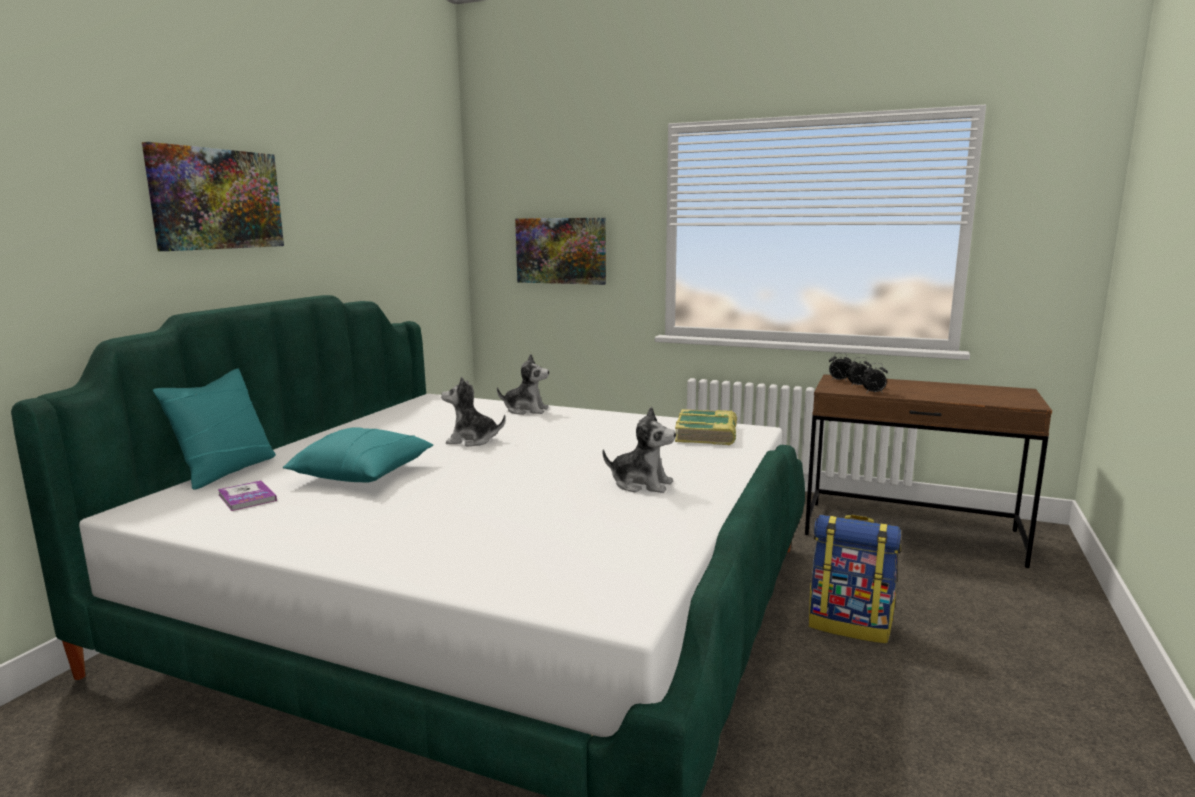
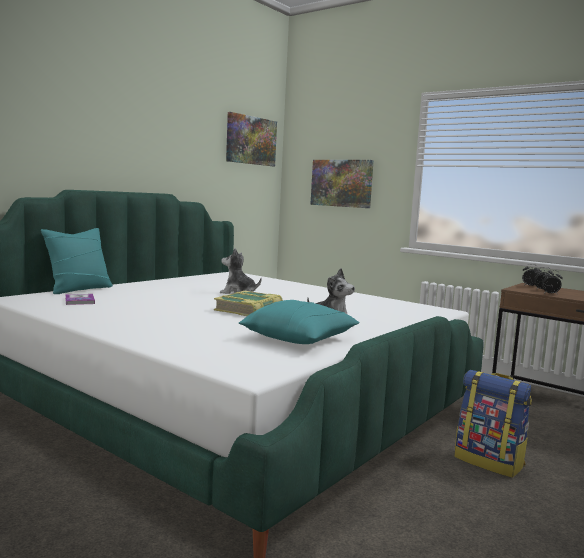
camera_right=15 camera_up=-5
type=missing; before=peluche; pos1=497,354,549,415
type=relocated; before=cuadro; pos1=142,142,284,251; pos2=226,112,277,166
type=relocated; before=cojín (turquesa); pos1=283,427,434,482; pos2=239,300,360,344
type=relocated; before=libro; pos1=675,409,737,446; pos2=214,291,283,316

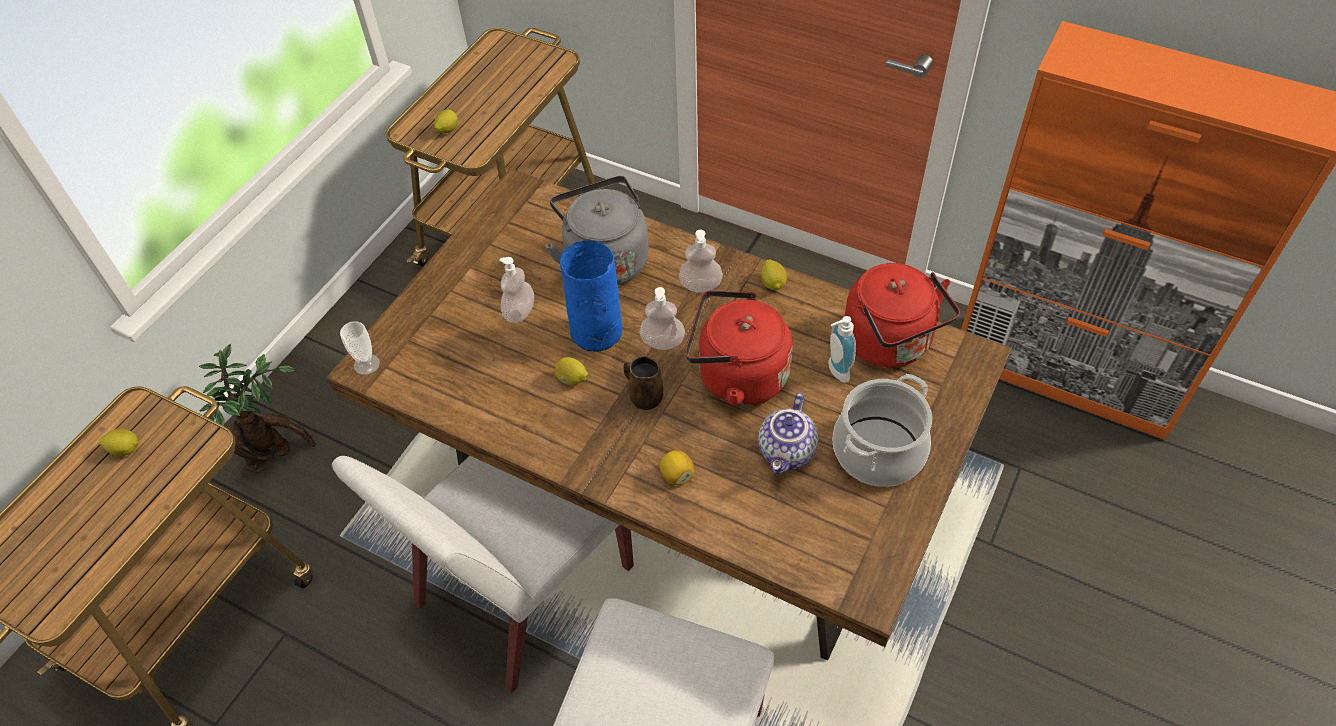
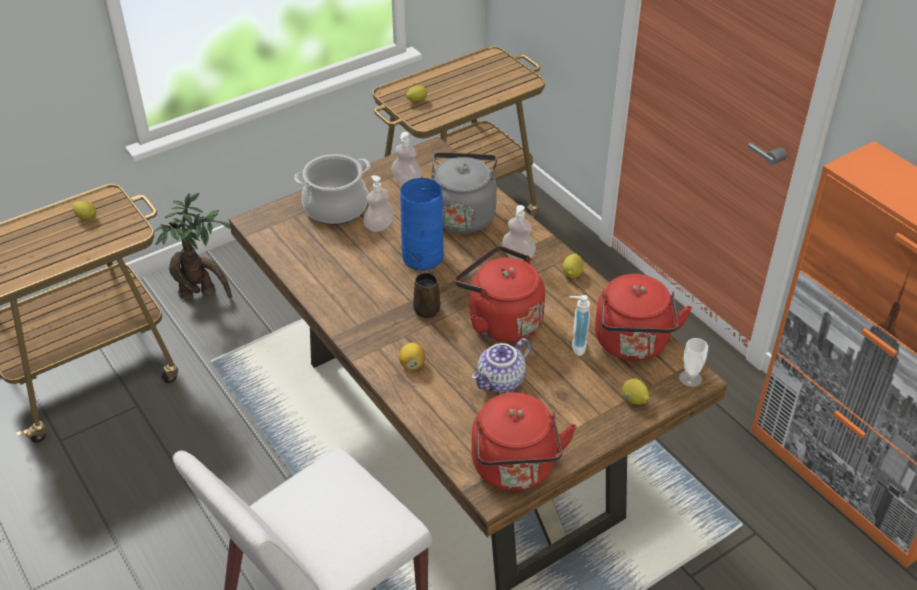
camera_right=25 camera_up=-10
type=missing; before=silla (blanco); pos1=332,456,634,693
type=appeared; after=hervidor (rojo); pos2=471,392,577,491
type=relocated; before=taza; pos1=340,321,380,375; pos2=679,338,708,387
type=relocated; before=limón; pos1=555,357,588,385; pos2=622,379,649,404
type=relocated; before=dispensador de jabón; pos1=640,287,685,350; pos2=392,132,422,184
type=relocated; before=olla; pos1=832,374,932,487; pos2=294,154,371,225

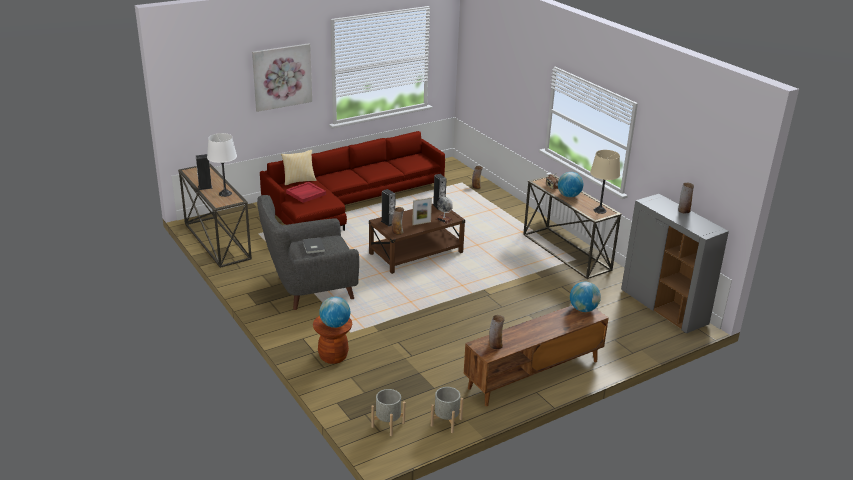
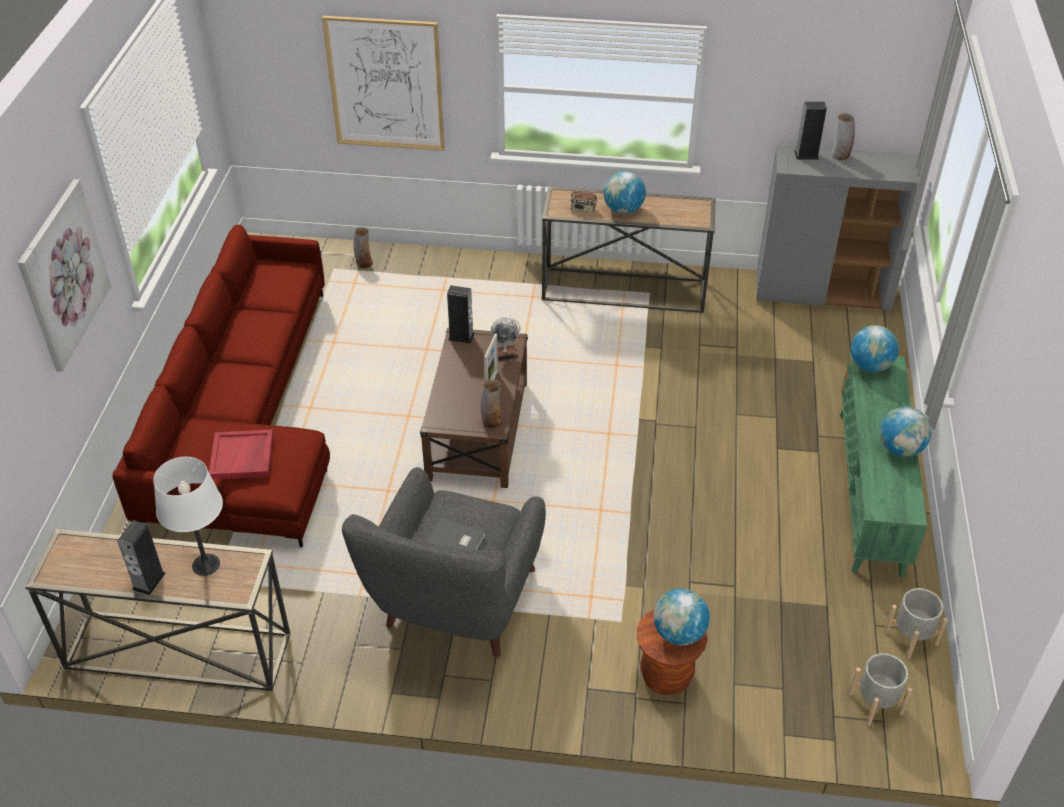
camera_right=-50 camera_up=15
type=missing; before=cojín; pos1=281,150,317,185
type=missing; before=florero; pos1=489,315,505,349
type=missing; before=lámpara de mesa (beis); pos1=590,150,620,214
type=appeared; after=cuadro; pos2=322,16,445,151
type=appeared; after=globo terráqueo; pos2=879,407,931,457
type=relocated; before=altavoz; pos1=381,189,396,226; pos2=794,102,827,159
type=colour; before=mueble de televisión (marrón); after=mueble de televisión (verde); pos1=464,305,609,406; pos2=840,352,927,577

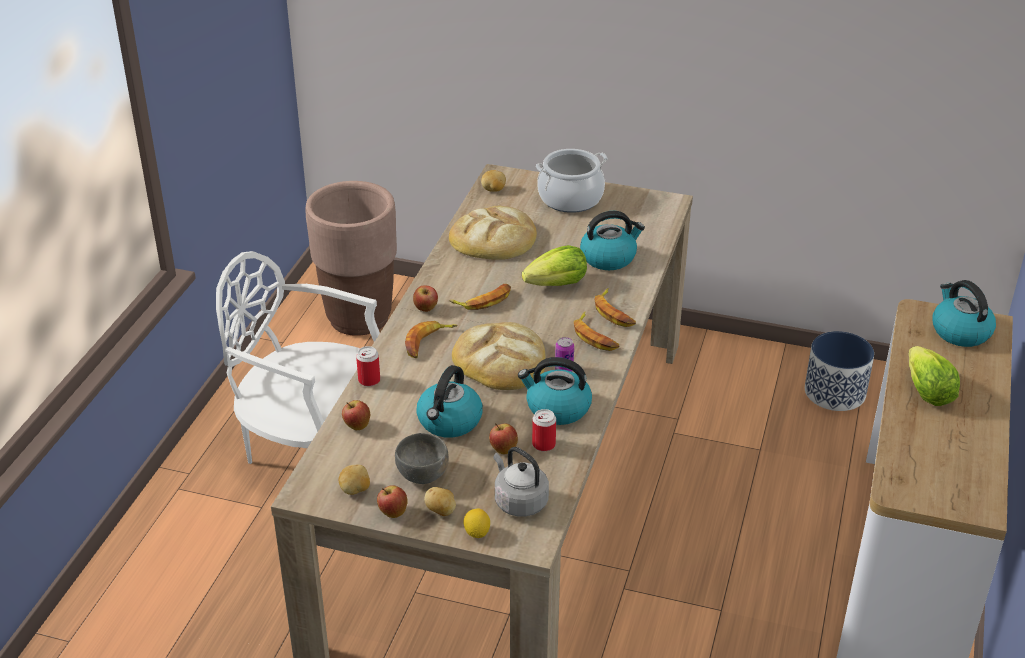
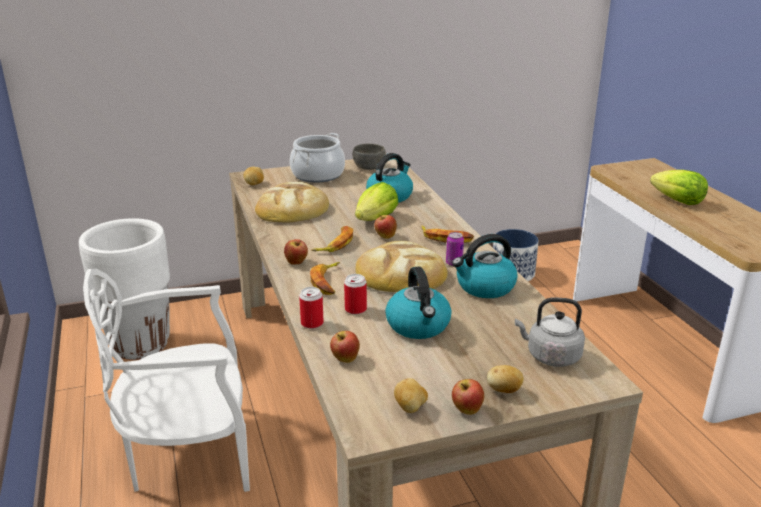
camera_right=-35 camera_up=-10
type=missing; before=limón; pos1=464,509,490,538
type=missing; before=plátano; pos1=595,288,636,327
type=missing; before=hervidor; pos1=933,280,996,347
type=relocated; before=cuenco (gris); pos1=395,433,449,484; pos2=353,144,386,170
type=relocated; before=manzana; pos1=489,423,518,454; pos2=374,214,397,239
type=relocated; before=lata; pos1=532,409,556,451; pos2=344,274,367,314
type=colour; before=maceta (marrón); after=maceta (blanco); pos1=305,181,397,336; pos2=79,218,170,360

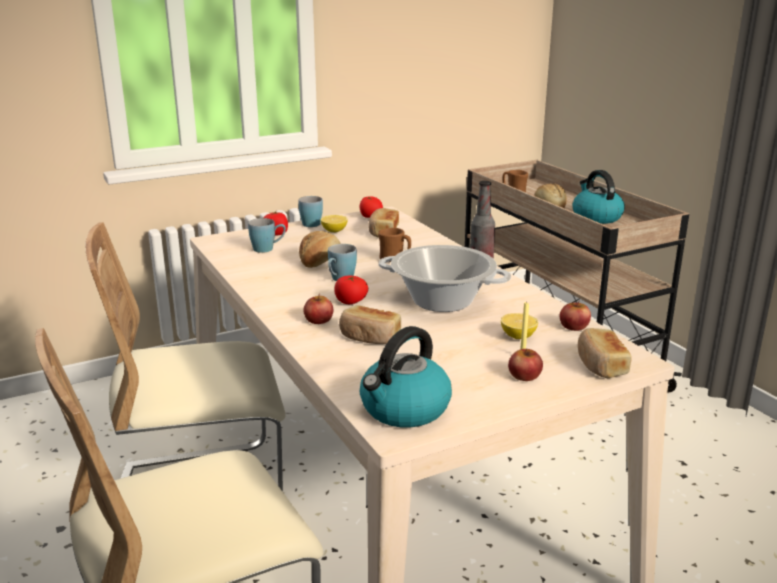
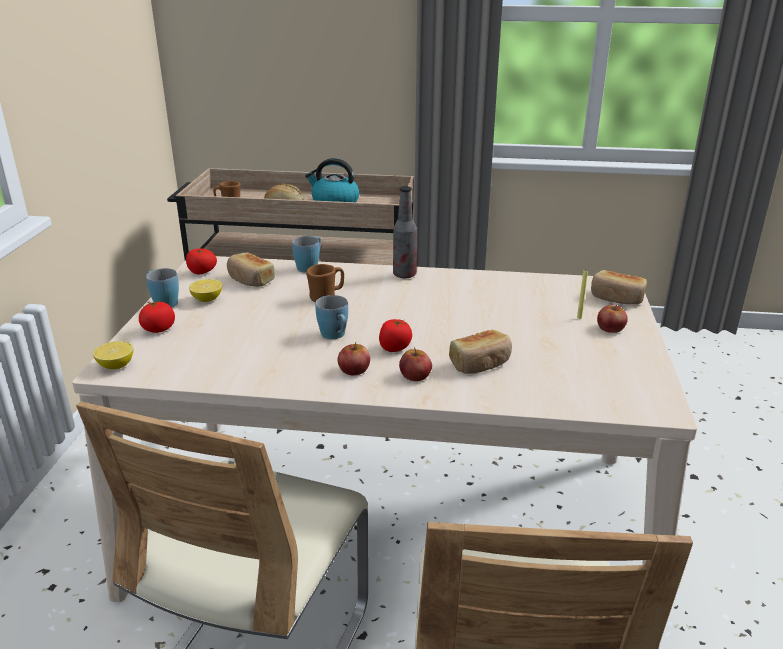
camera_right=-55 camera_up=5
type=missing; before=pan; pos1=299,231,341,268
type=missing; before=hervidor; pos1=360,326,452,428
type=missing; before=olla; pos1=379,245,511,312
type=relocated; before=taza grande (azul); pos1=248,218,286,253; pos2=292,236,321,272
type=relocated; before=limón; pos1=501,313,538,339; pos2=93,341,133,369
type=relocated; before=manzana; pos1=560,301,591,331; pos2=338,343,370,375

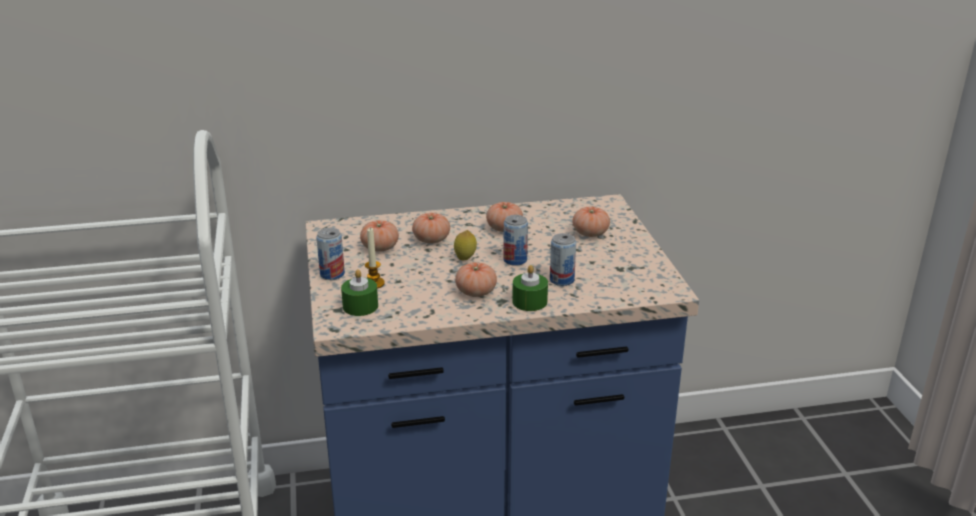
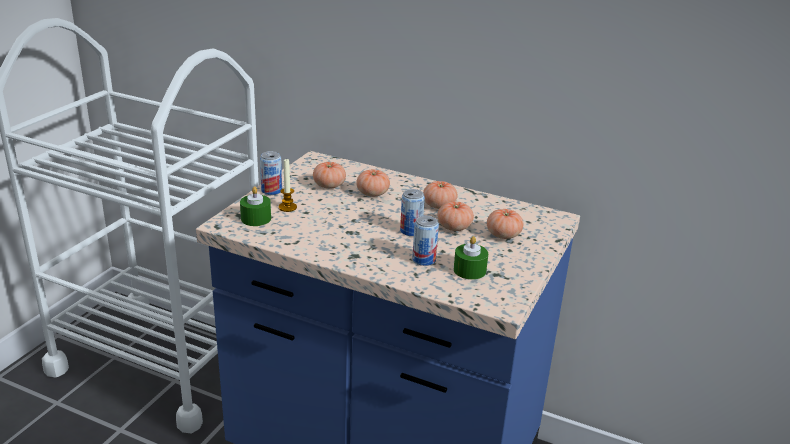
camera_right=35 camera_up=0
type=missing; before=limón; pos1=454,230,477,261
type=relocated; before=tomate; pos1=455,262,497,297; pos2=438,201,474,231
type=relocated; before=vela (verde); pos1=512,265,548,311; pos2=454,236,488,280

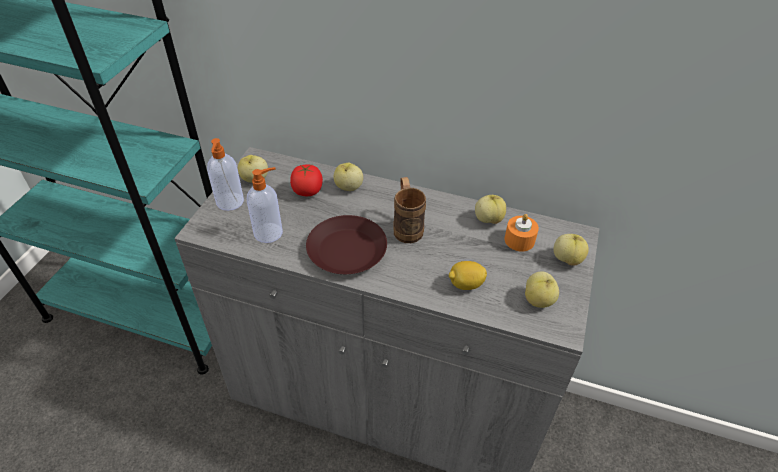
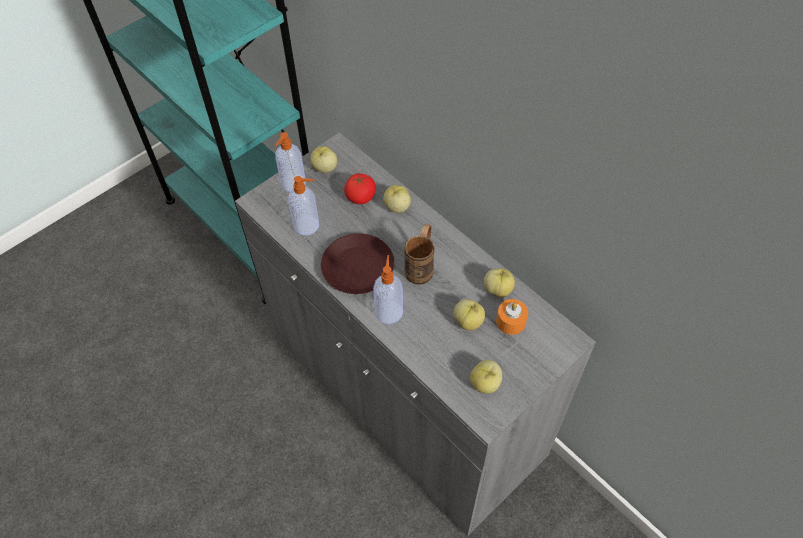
camera_right=30 camera_up=10
type=missing; before=limón; pos1=449,261,487,290
type=appeared; after=dispensador de jabón; pos2=373,255,403,324
type=relocated; before=manzana; pos1=554,234,589,266; pos2=454,299,485,331

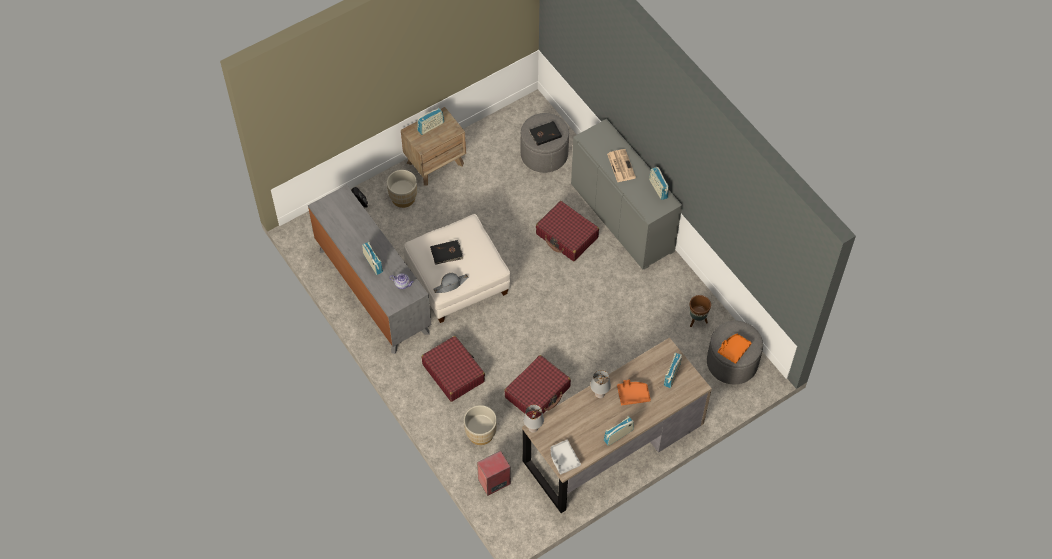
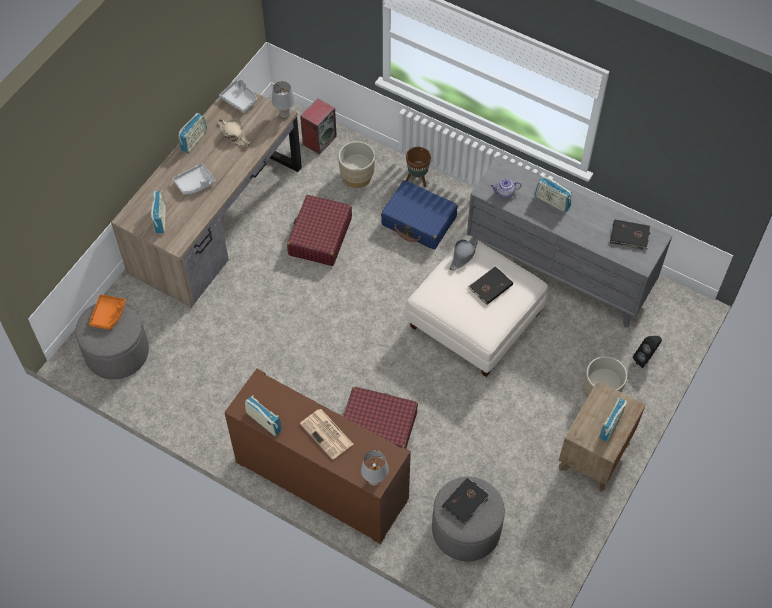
camera_right=155 camera_up=0
type=appeared; after=sombrero (beis); pos2=218,118,250,146
type=appeared; after=libro (negro); pos2=610,219,651,251
type=relocated; before=lámpara de mesa (gris); pos1=590,370,611,398; pos2=361,450,389,486
type=relocated; before=maceta (marrón); pos1=690,295,711,327; pos2=406,147,431,187
type=colour; before=maleta (rojo); after=maleta (azul); pos1=421,336,485,402; pos2=381,180,458,250
type=colour; before=armario (gris); after=armario (marrón); pos1=571,119,682,270; pos2=224,369,411,544
type=colour; before=bandeja (naranja); after=bandeja (gris); pos1=617,380,651,405; pos2=173,163,216,195

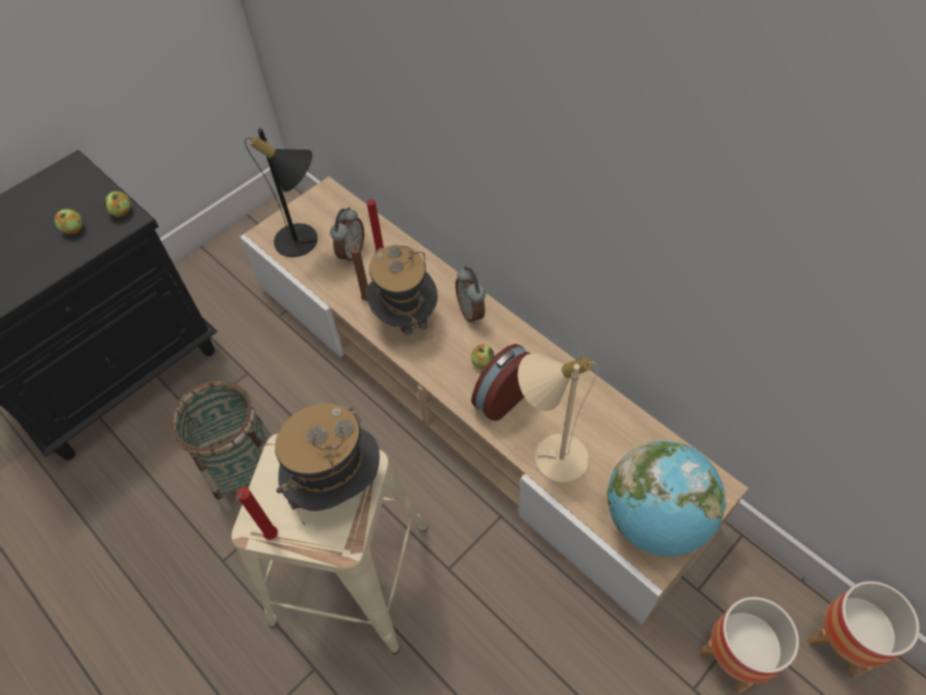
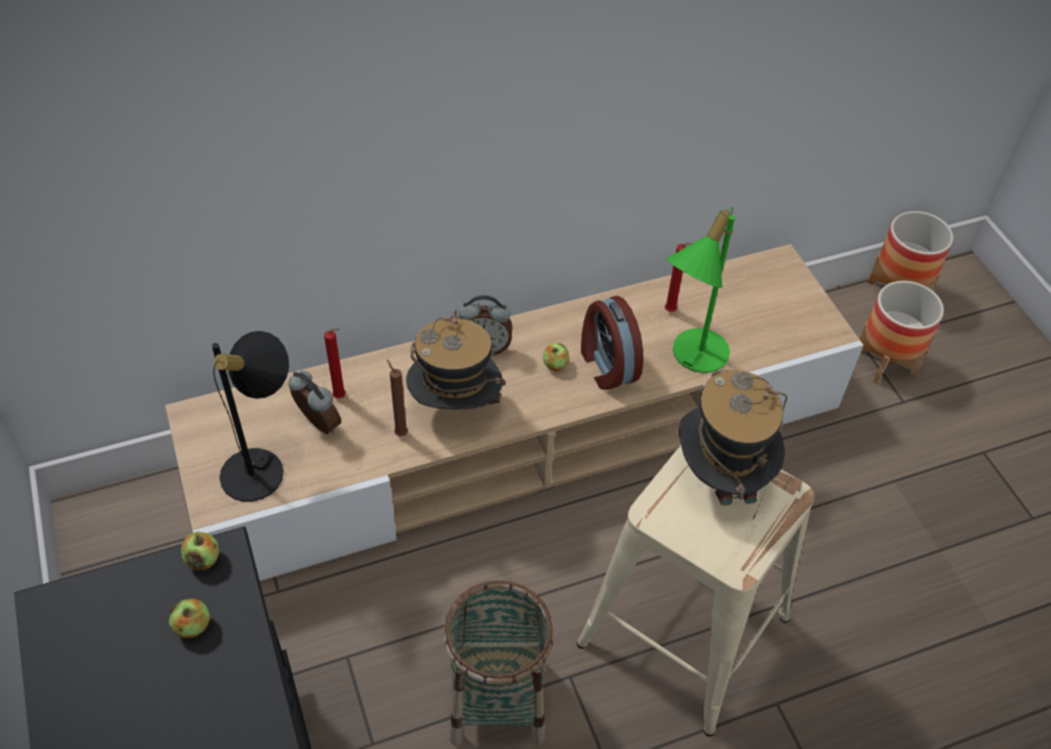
camera_right=-70 camera_up=-5
type=missing; before=globo terráqueo; pos1=607,440,726,556
type=relocated; before=vela (rojo); pos1=236,487,278,540; pos2=665,243,693,312
type=colour; before=lámpara de mesa (beis); after=lámpara de mesa (verde); pos1=518,353,598,483; pos2=667,207,735,373

